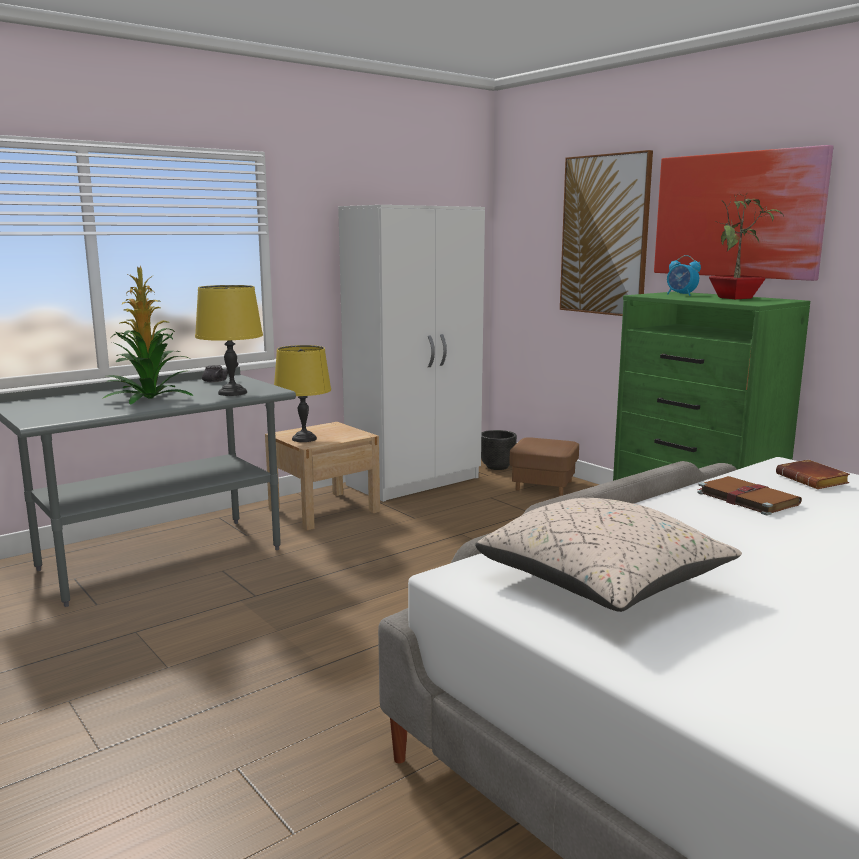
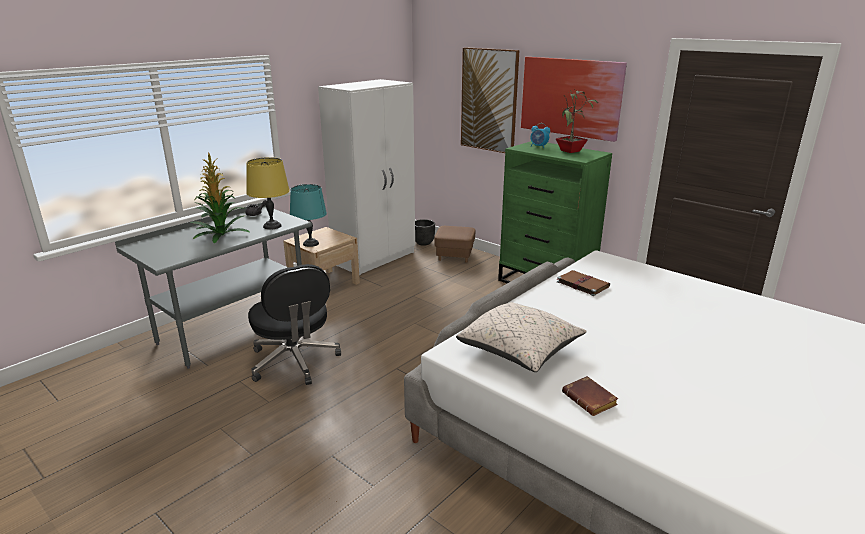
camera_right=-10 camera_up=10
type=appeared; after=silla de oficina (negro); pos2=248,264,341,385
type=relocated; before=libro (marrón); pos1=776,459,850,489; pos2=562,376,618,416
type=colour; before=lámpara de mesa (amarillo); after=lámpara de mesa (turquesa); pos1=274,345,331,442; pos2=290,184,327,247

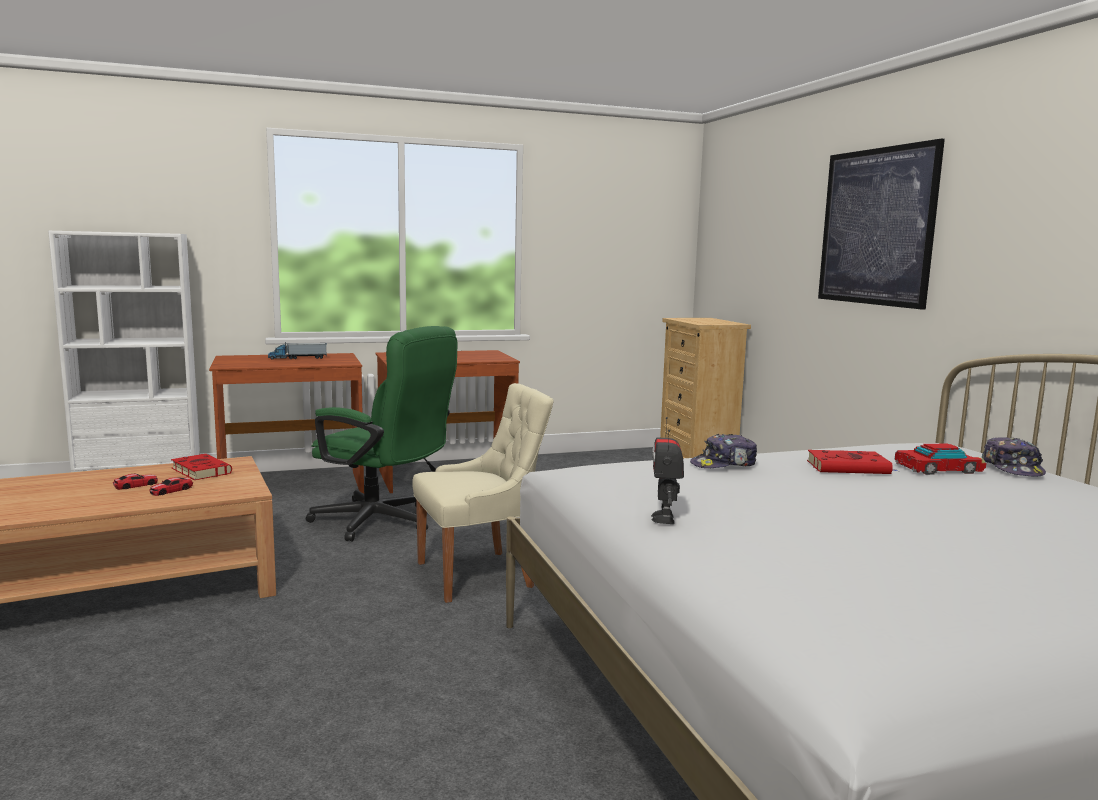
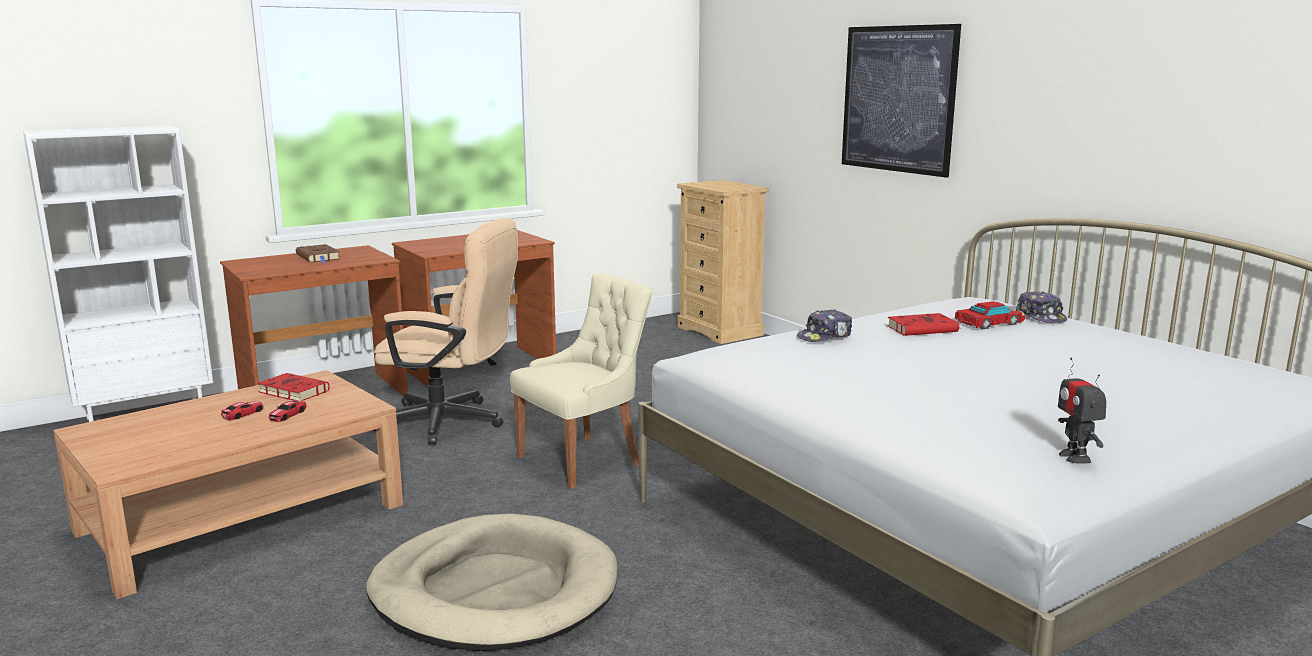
camera_right=-15 camera_up=5
type=appeared; after=cama para perro (beis); pos2=366,513,617,651
type=relocated; before=robot de juguete; pos1=651,417,684,524; pos2=1058,358,1106,464
type=exchanged; before=camión de juguete; after=libro (marrón); pos1=268,342,327,360; pos2=296,244,340,264
type=colour; before=silla de oficina (verde); after=silla de oficina (beis); pos1=306,326,457,542; pos2=372,218,518,445

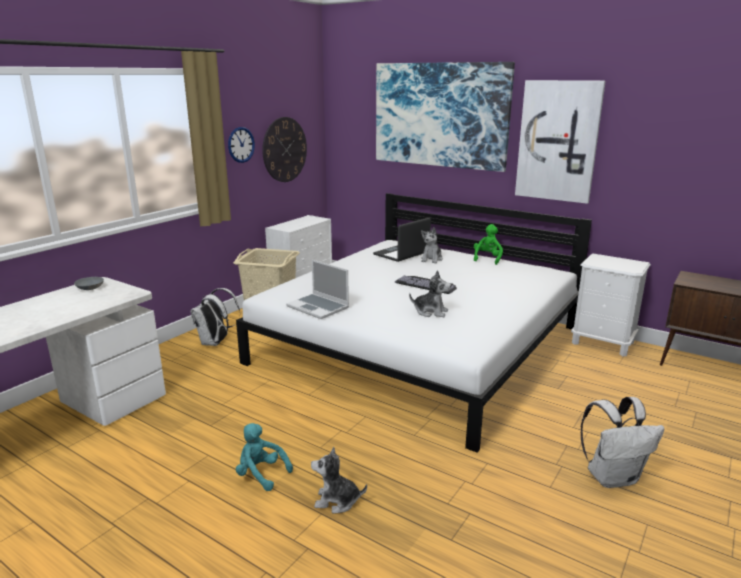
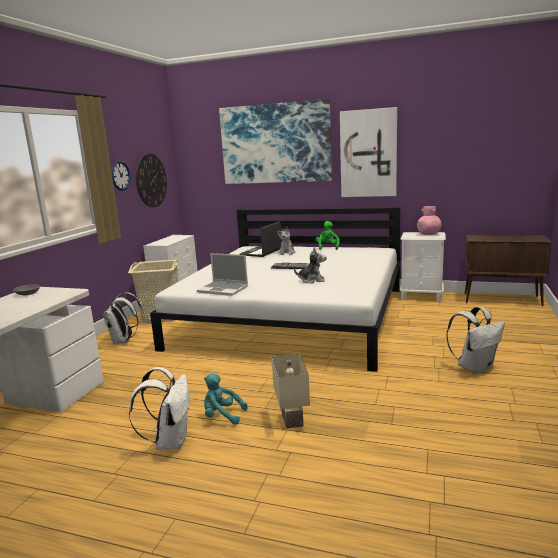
camera_right=-15 camera_up=-5
type=appeared; after=mochila (blanco); pos2=129,367,190,450
type=appeared; after=florero (rosa); pos2=417,206,442,235
type=exchanged; before=peluche; after=lámpara de mesa (beis); pos1=311,447,367,514; pos2=272,354,310,429

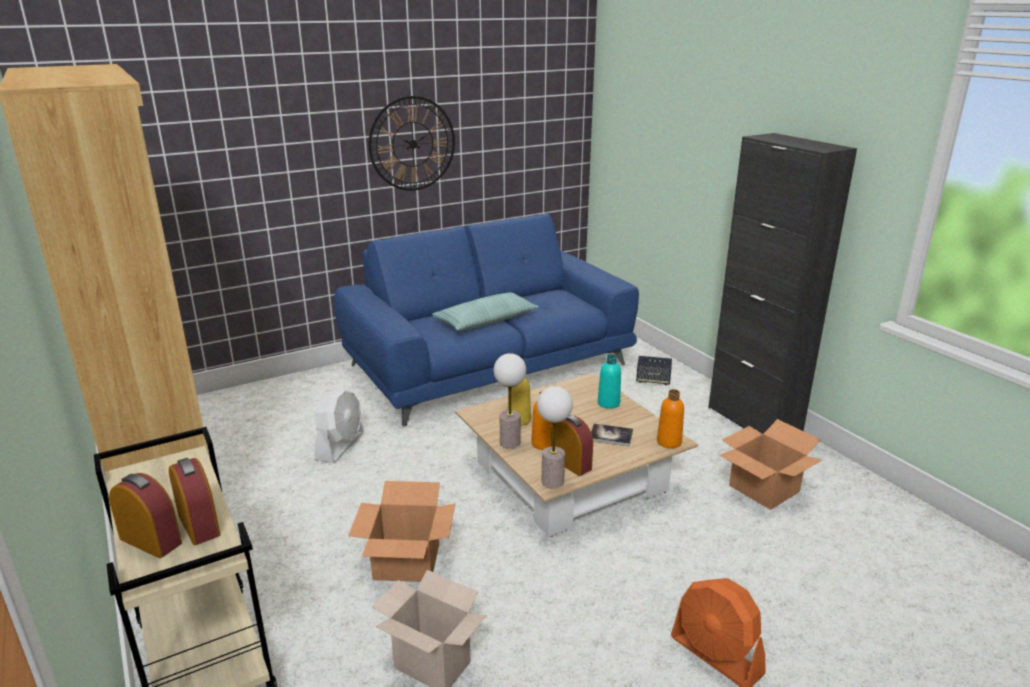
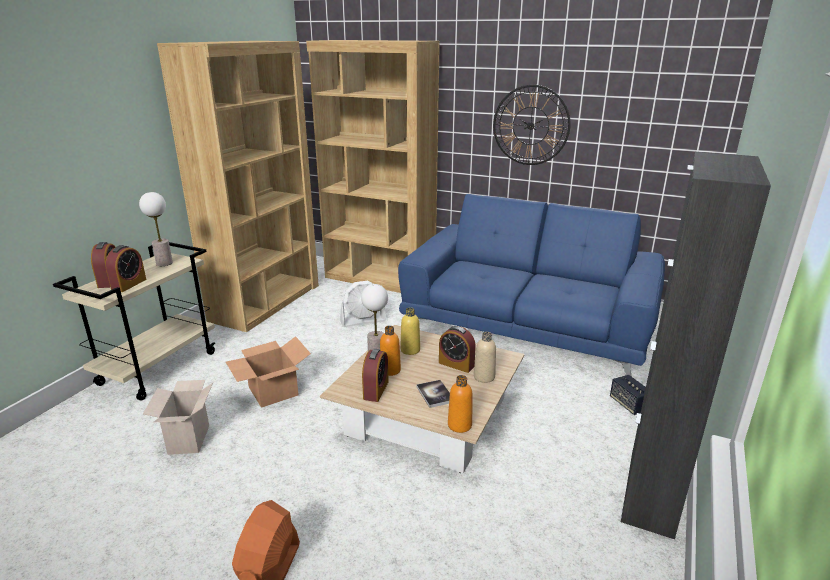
camera_right=55 camera_up=0
type=missing; before=cojín; pos1=432,292,539,331
type=missing; before=caja de cartón; pos1=720,419,822,510
type=appeared; after=estantería (marrón); pos2=306,40,440,293
type=appeared; after=despertador; pos2=439,326,476,373
type=relocated; before=lámpara de mesa; pos1=537,386,573,489; pos2=139,192,173,266
type=colour; before=botella (turquesa); after=botella (beis); pos1=598,354,621,409; pos2=474,332,496,383

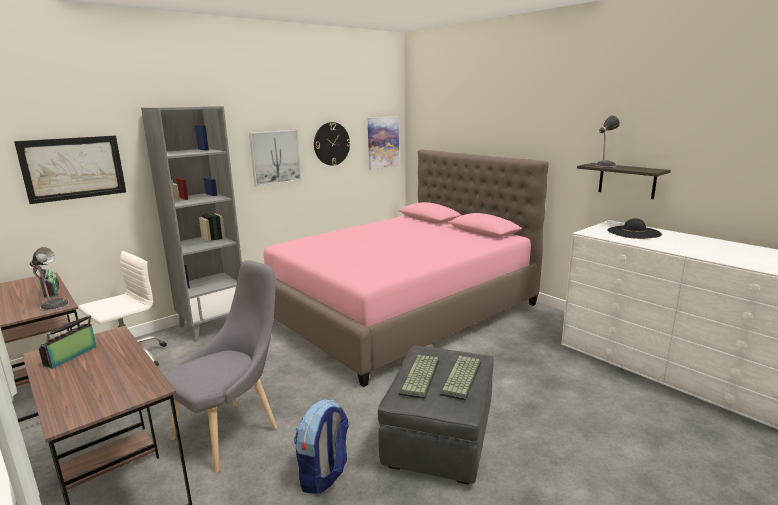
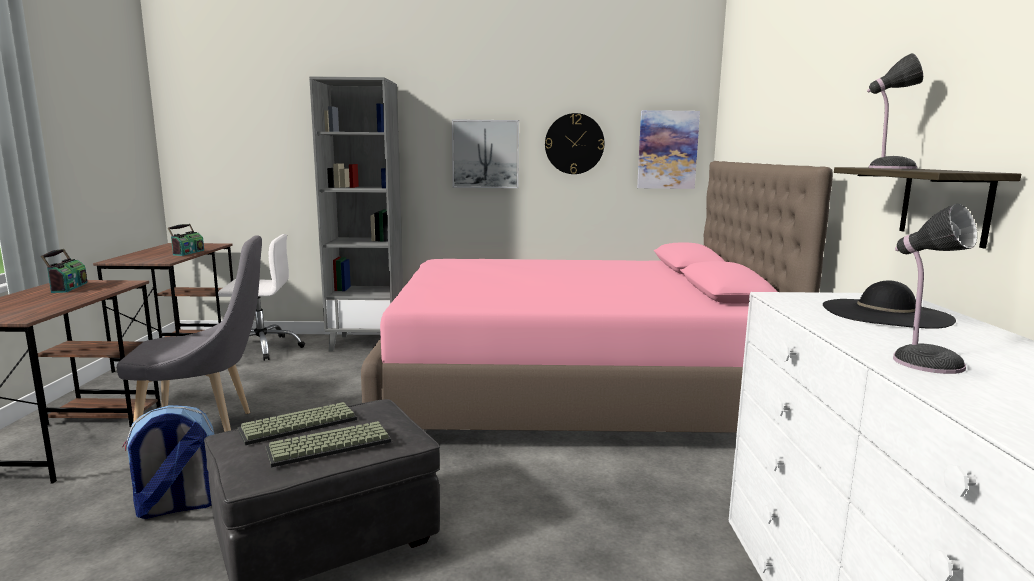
camera_right=40 camera_up=-5
type=missing; before=cuadro; pos1=14,135,126,204
type=relocated; before=lámpara de mesa; pos1=30,247,69,311; pos2=893,203,977,374
type=spun; before=radio; pos1=39,315,97,369; pos2=41,249,87,293; turn=105

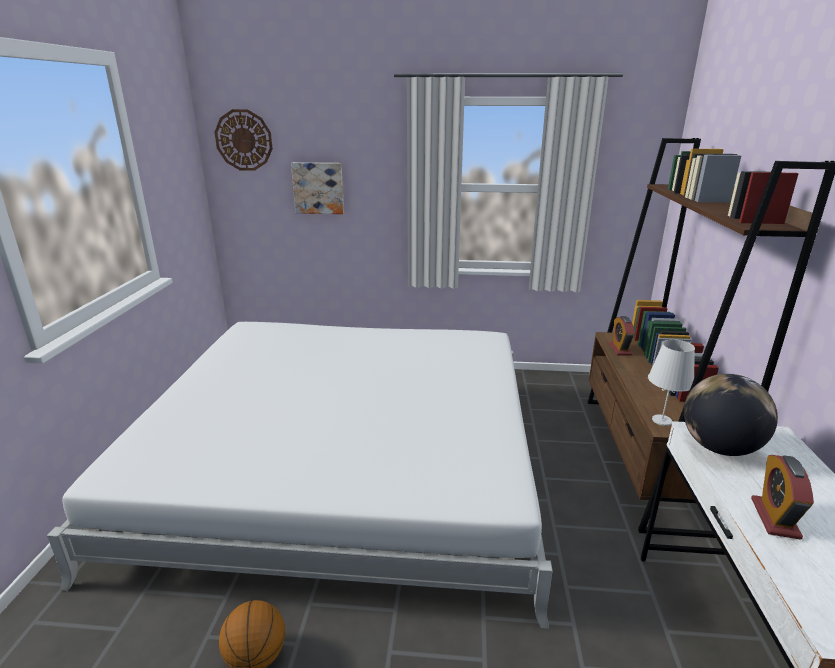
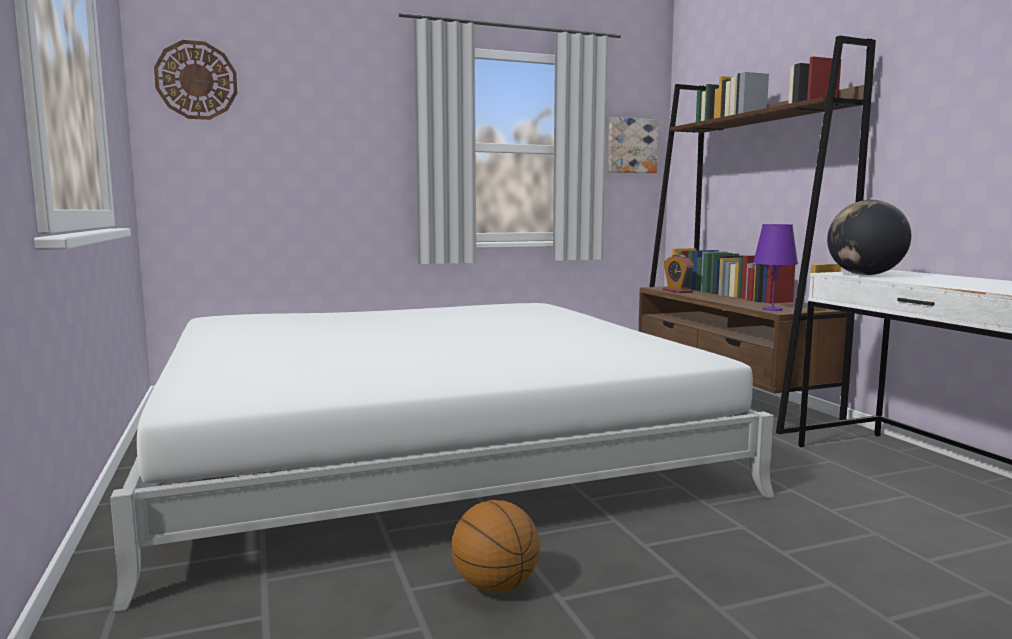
camera_right=-25 camera_up=-15
type=missing; before=despertador; pos1=751,455,814,540
type=relocated; before=cuadro; pos1=291,162,344,214; pos2=608,117,658,173
type=colour; before=lámpara de mesa (blanco); after=lámpara de mesa (morado); pos1=648,339,695,426; pos2=753,224,798,311

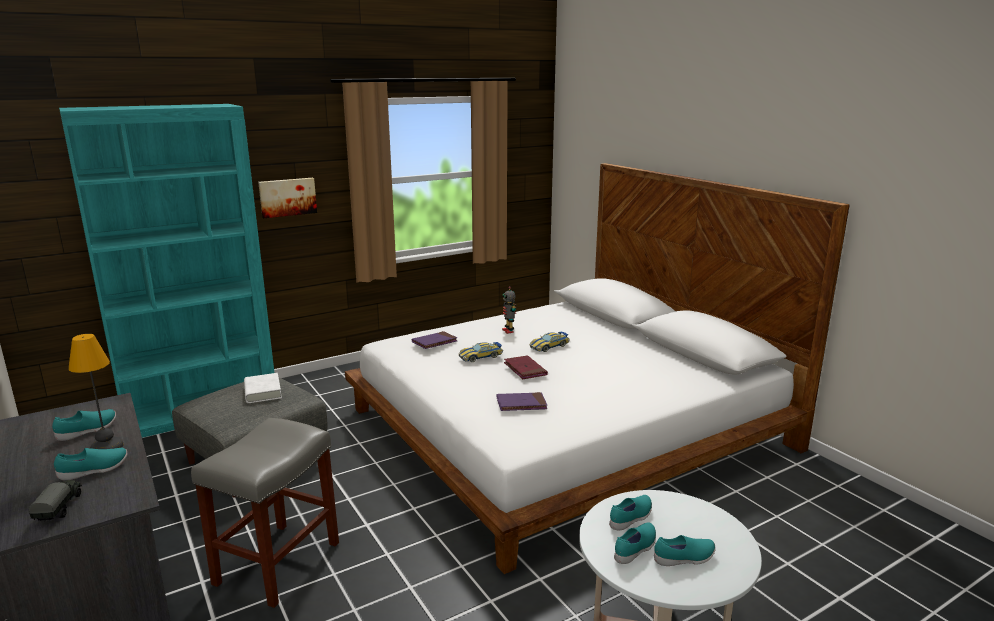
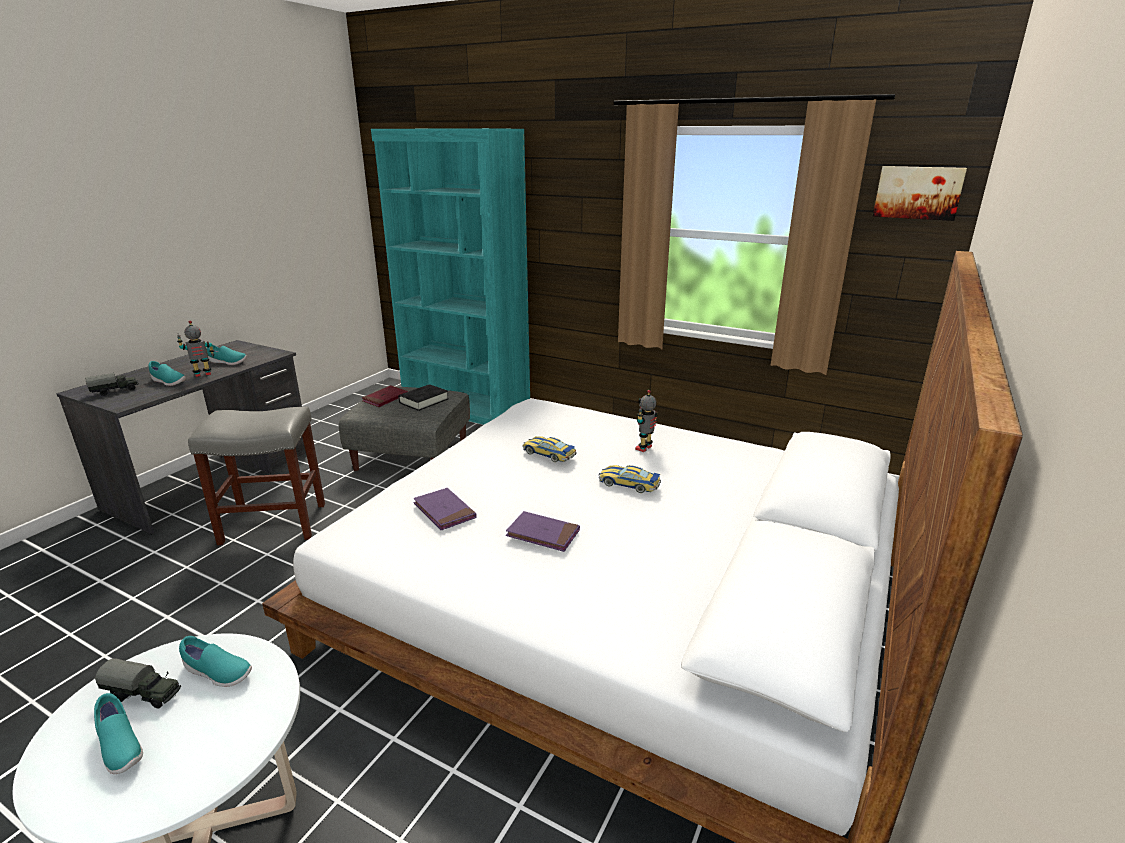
camera_right=60 camera_up=5
type=relocated; before=cuadro; pos1=258,178,317,218; pos2=873,166,967,221
type=relocated; before=libro (morado); pos1=412,331,457,349; pos2=506,511,580,552
type=relocated; before=libro (rojo); pos1=504,355,548,379; pos2=362,385,408,407
type=exchanged; before=lámpara de mesa; after=robot de juguete; pos1=68,334,124,449; pos2=177,320,214,377
type=exchanged; before=zapato (turquesa); after=camión de juguete; pos1=614,522,656,564; pos2=95,658,181,708
type=colour; before=libro (blanco); after=libro (negro); pos1=244,373,282,403; pos2=398,384,449,411

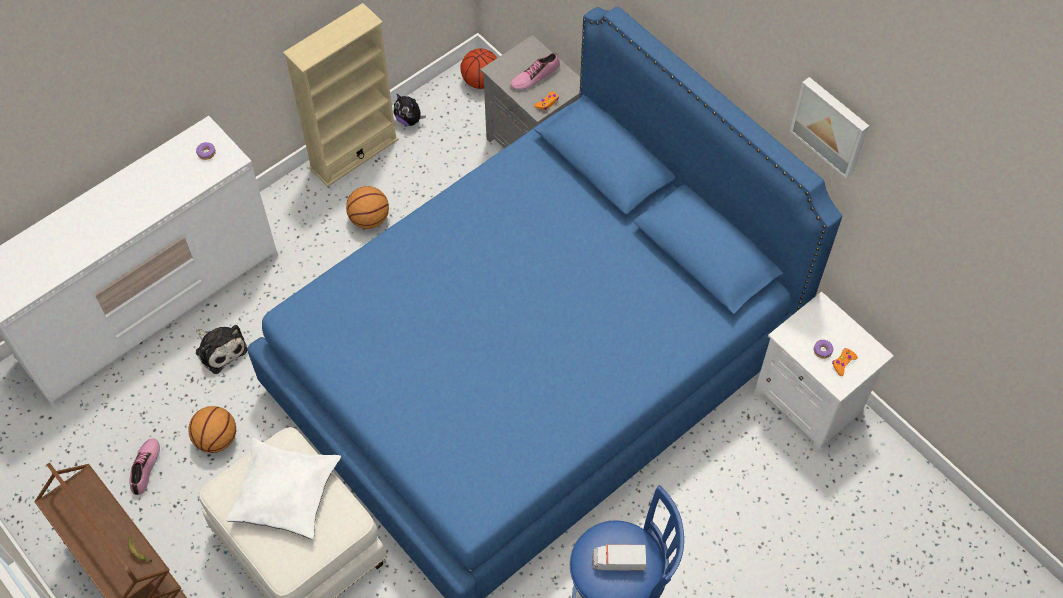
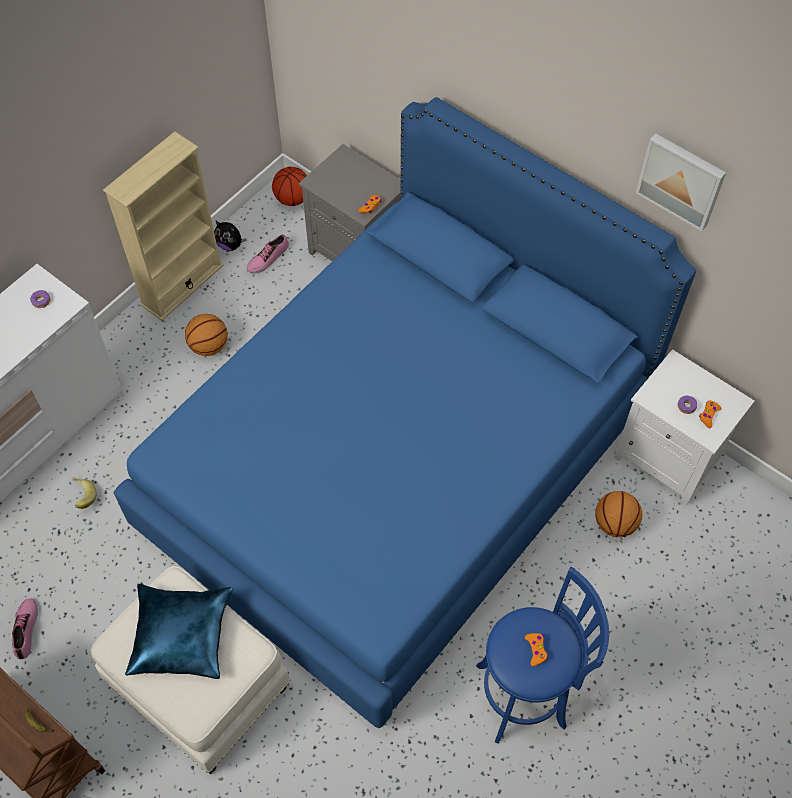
camera_right=-10 camera_up=0
type=relocated; before=balón de baloncesto; pos1=188,406,236,453; pos2=595,491,643,537
type=relocated; before=zapato; pos1=510,53,560,91; pos2=246,235,289,274
type=exchanged; before=peluche; after=plátano; pos1=196,325,247,374; pos2=72,477,97,509
type=exchanged; before=camión de juguete; after=mando de consola (naranja); pos1=592,545,646,571; pos2=525,633,548,666
type=colour; before=cojín (blanco); after=cojín (azul); pos1=226,438,341,539; pos2=125,584,233,679

